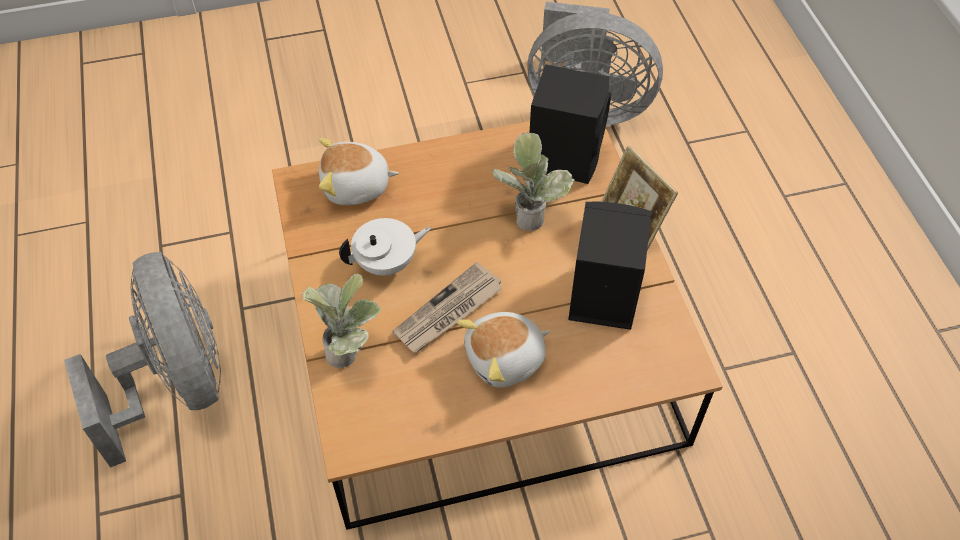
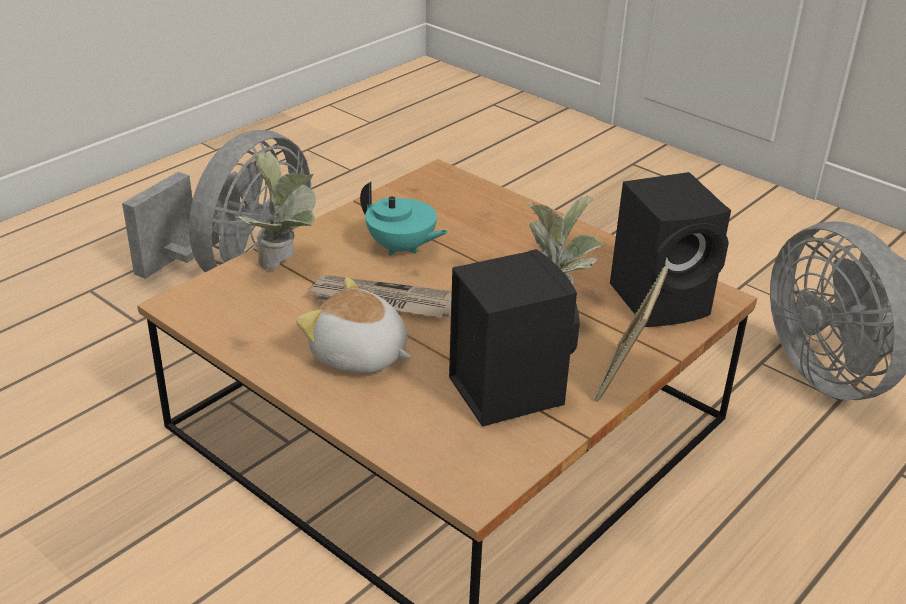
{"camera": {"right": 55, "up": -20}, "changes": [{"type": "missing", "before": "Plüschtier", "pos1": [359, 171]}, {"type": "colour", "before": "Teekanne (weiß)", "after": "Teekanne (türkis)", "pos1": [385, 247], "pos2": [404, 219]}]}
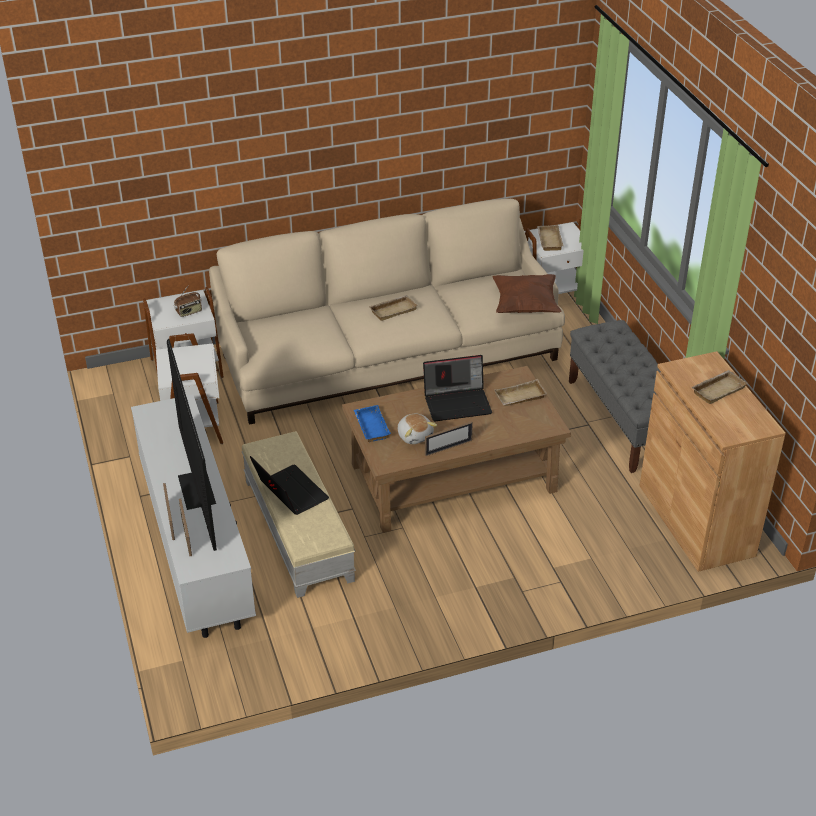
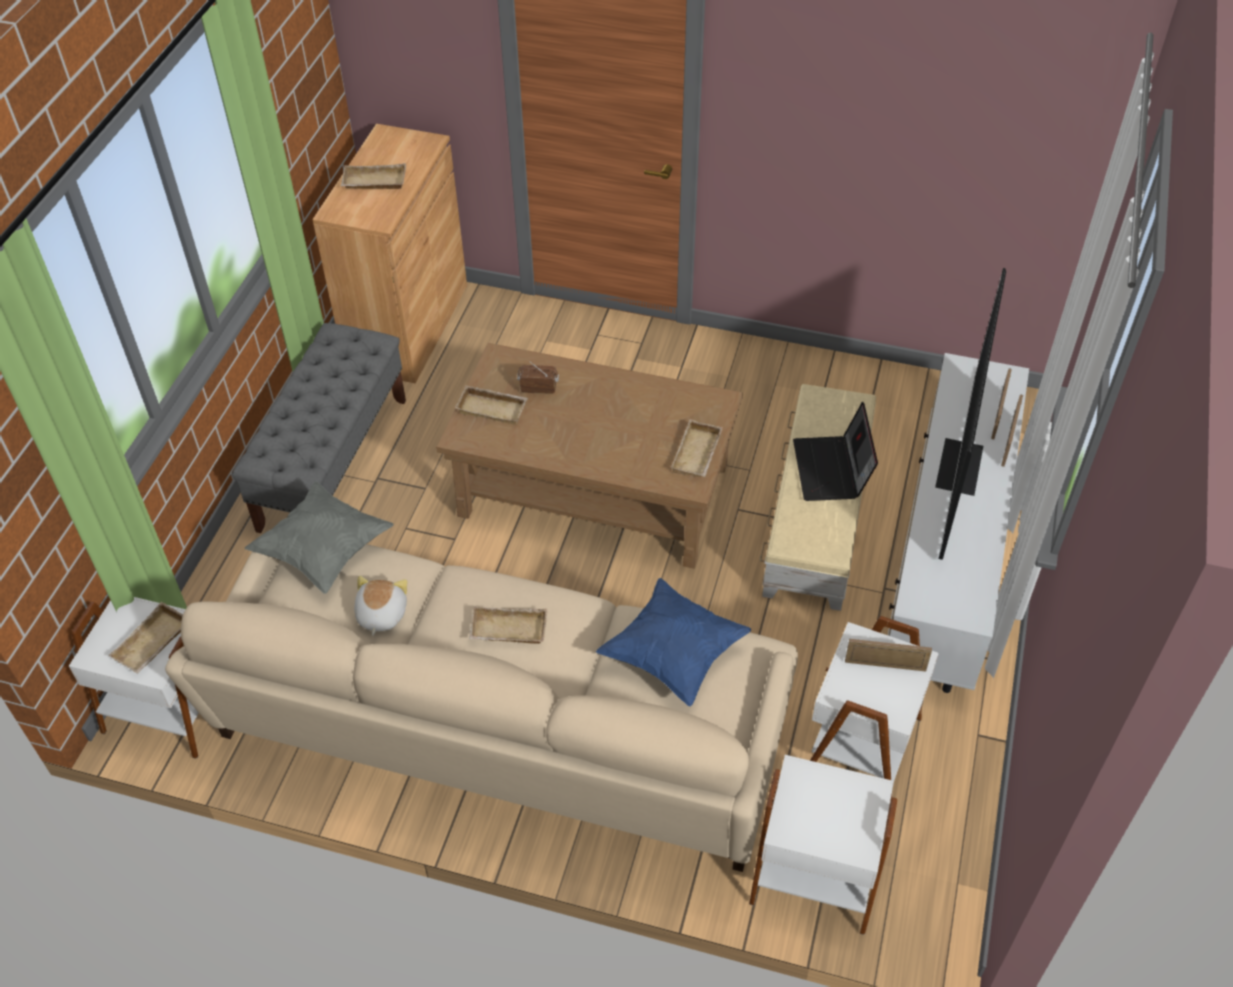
{"camera": {"right": -145, "up": 10}, "changes": [{"type": "missing", "before": "Laptop", "pos1": [457, 388]}, {"type": "appeared", "after": "Kissen (blau)", "pos2": [673, 642]}, {"type": "relocated", "before": "Radio", "pos1": [188, 301], "pos2": [538, 377]}, {"type": "relocated", "before": "Plüschtier", "pos1": [417, 429], "pos2": [380, 606]}, {"type": "relocated", "before": "Bilderrahmen", "pos1": [449, 438], "pos2": [888, 655]}, {"type": "colour", "before": "Tablett (blau)", "after": "Tablett (beige)", "pos1": [372, 423], "pos2": [697, 448]}, {"type": "colour", "before": "Kissen (braun)", "after": "Kissen (grau)", "pos1": [527, 293], "pos2": [319, 537]}]}
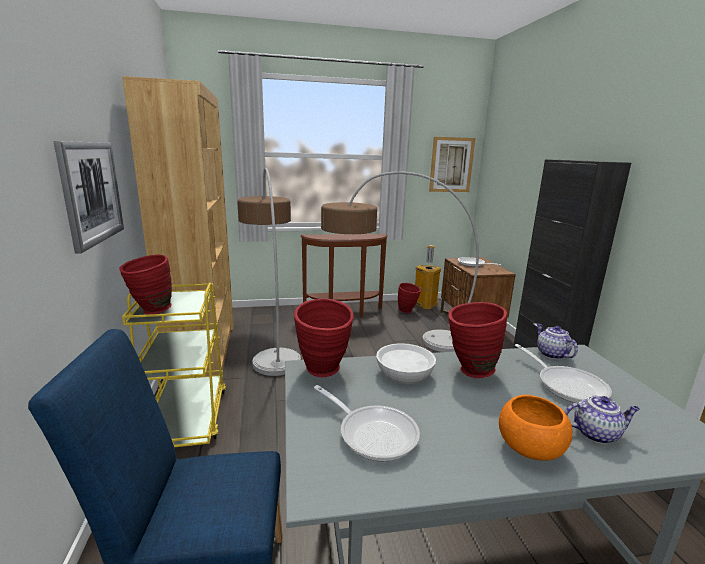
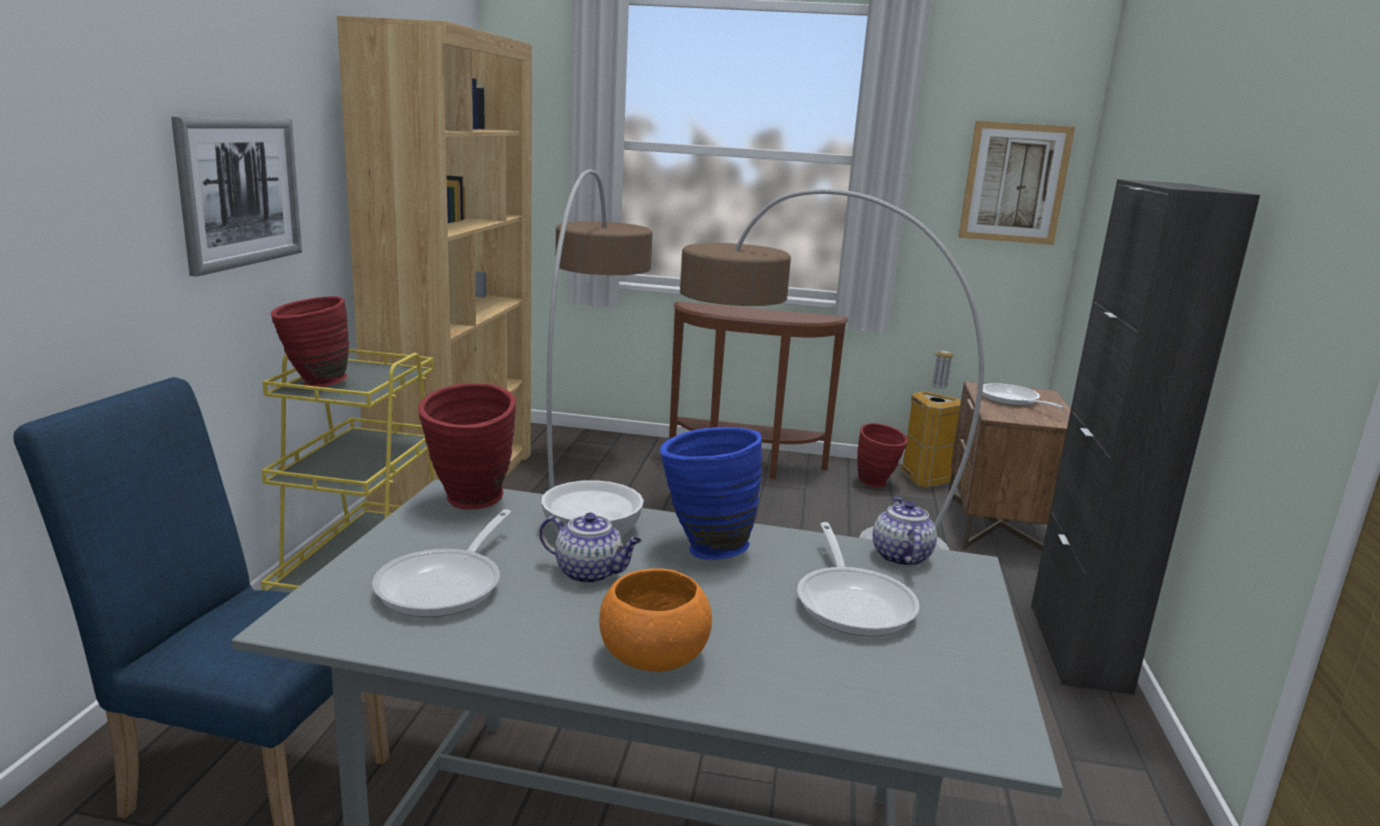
{"camera": {"right": 20, "up": 0}, "changes": [{"type": "relocated", "before": "Teekanne", "pos1": [602, 420], "pos2": [590, 548]}, {"type": "colour", "before": "Vase (rot)", "after": "Vase (blau)", "pos1": [477, 340], "pos2": [711, 493]}, {"type": "spun", "before": "Pfanne", "pos1": [367, 423], "pos2": [441, 563], "turn": 45}]}
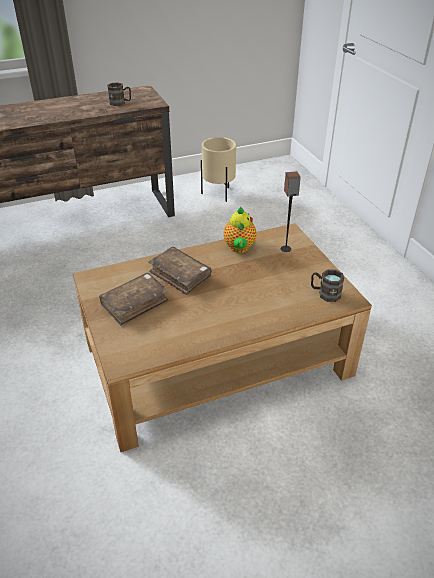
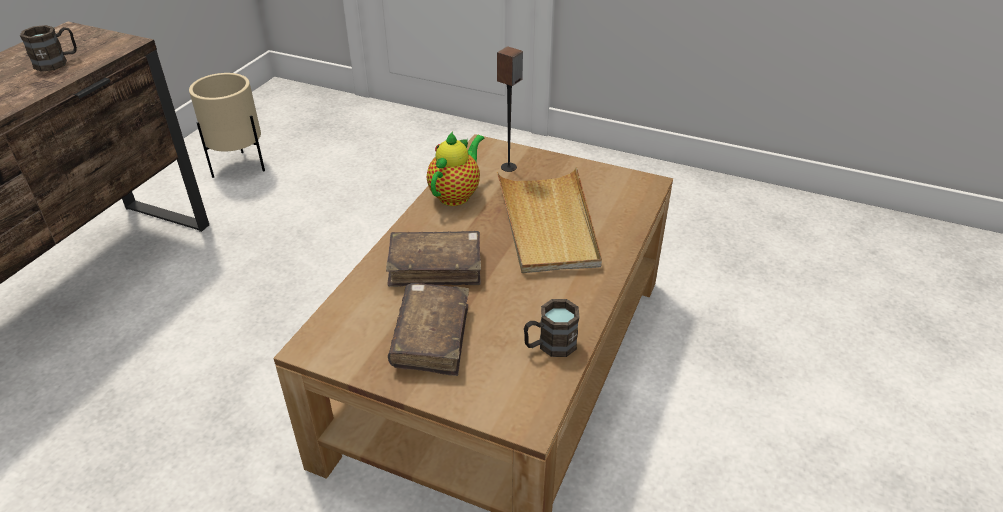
{"camera": {"right": -45, "up": 0}, "changes": [{"type": "appeared", "after": "Tablett (beige)", "pos2": [549, 220]}, {"type": "relocated", "before": "Henkelbecher (braun)", "pos1": [327, 286], "pos2": [552, 328]}, {"type": "spun", "before": "Teekanne", "pos1": [240, 230], "pos2": [455, 168], "turn": -105}]}
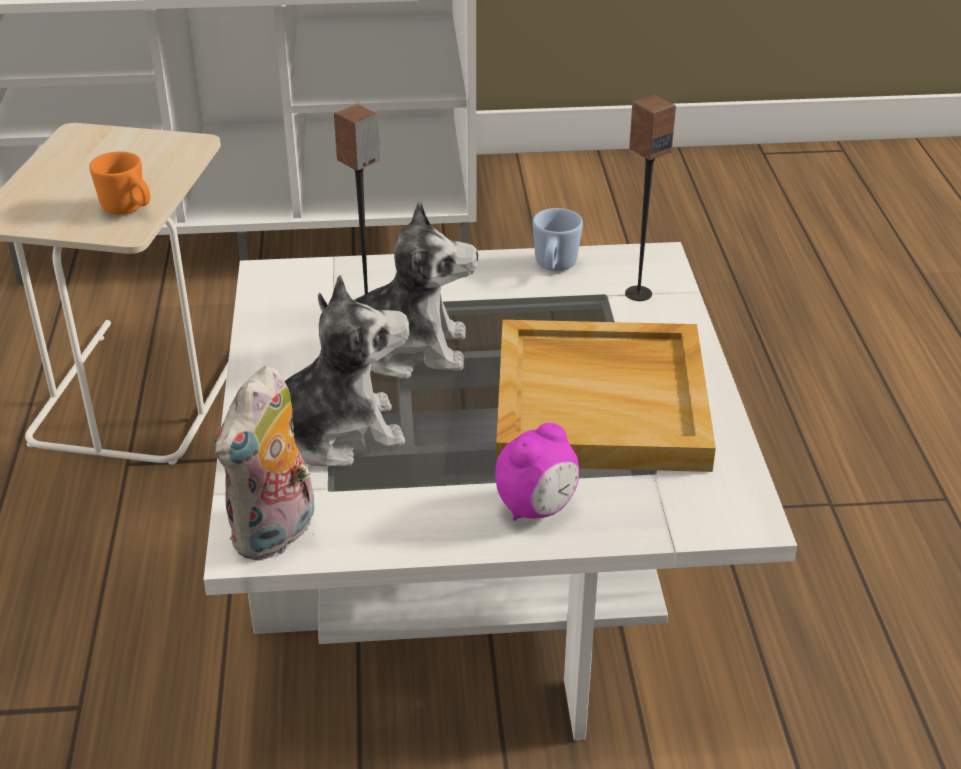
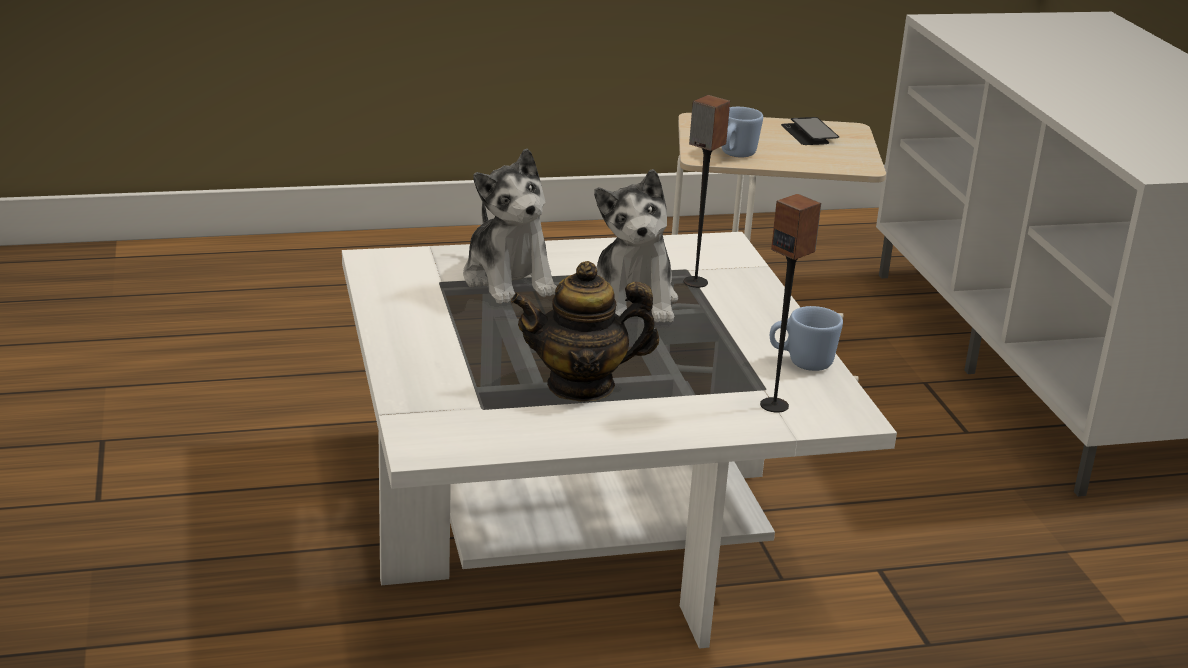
{"camera": {"right": 80, "up": -10}, "changes": [{"type": "missing", "before": "Plüschtier", "pos1": [264, 463]}, {"type": "missing", "before": "Wecker", "pos1": [537, 472]}, {"type": "appeared", "after": "Handy", "pos2": [810, 131]}, {"type": "exchanged", "before": "Tablett (beige)", "after": "Teekanne", "pos1": [606, 396], "pos2": [585, 331]}, {"type": "colour", "before": "Henkelbecher (orange)", "after": "Henkelbecher (blau)", "pos1": [119, 183], "pos2": [742, 132]}]}
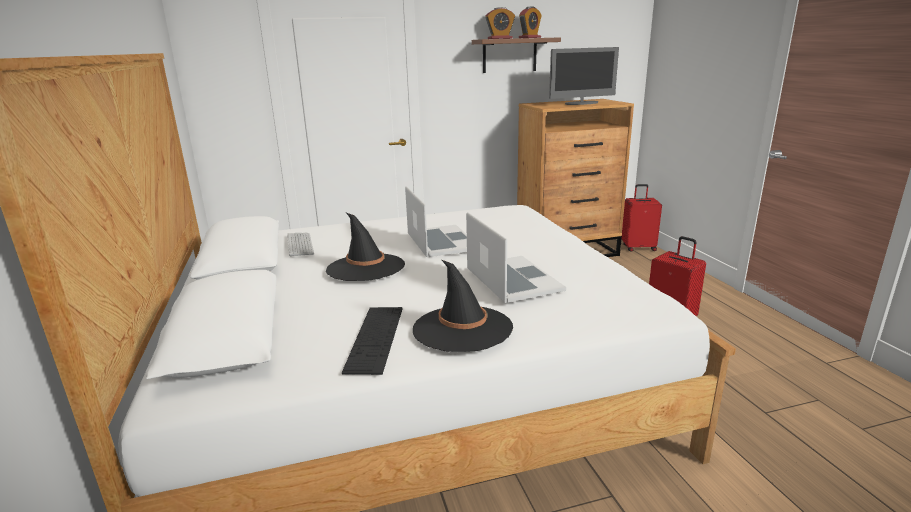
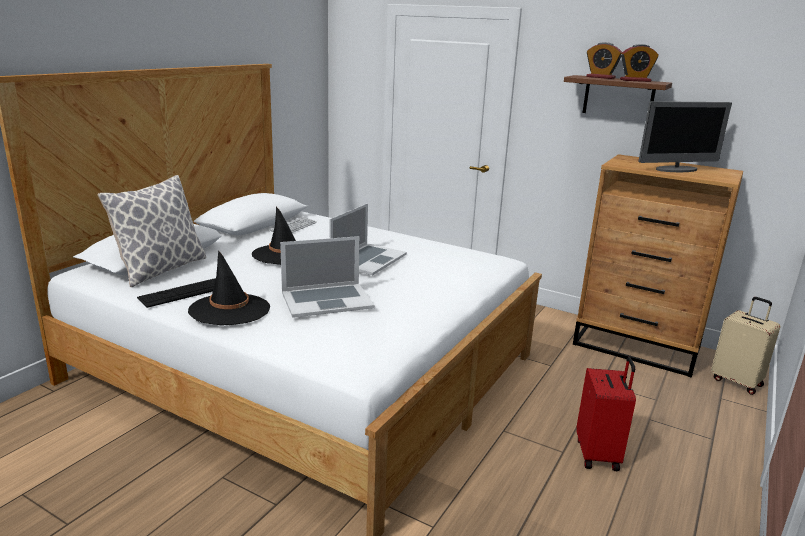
{"camera": {"right": 45, "up": 0}, "changes": [{"type": "appeared", "after": "Kissen", "pos2": [152, 231]}, {"type": "colour", "before": "Koffer (rot)", "after": "Koffer (beige)", "pos1": [642, 218], "pos2": [745, 346]}, {"type": "spun", "before": "Laptop", "pos1": [516, 257], "pos2": [327, 277], "turn": 45}, {"type": "spun", "before": "Monitor", "pos1": [584, 76], "pos2": [685, 136], "turn": -45}]}
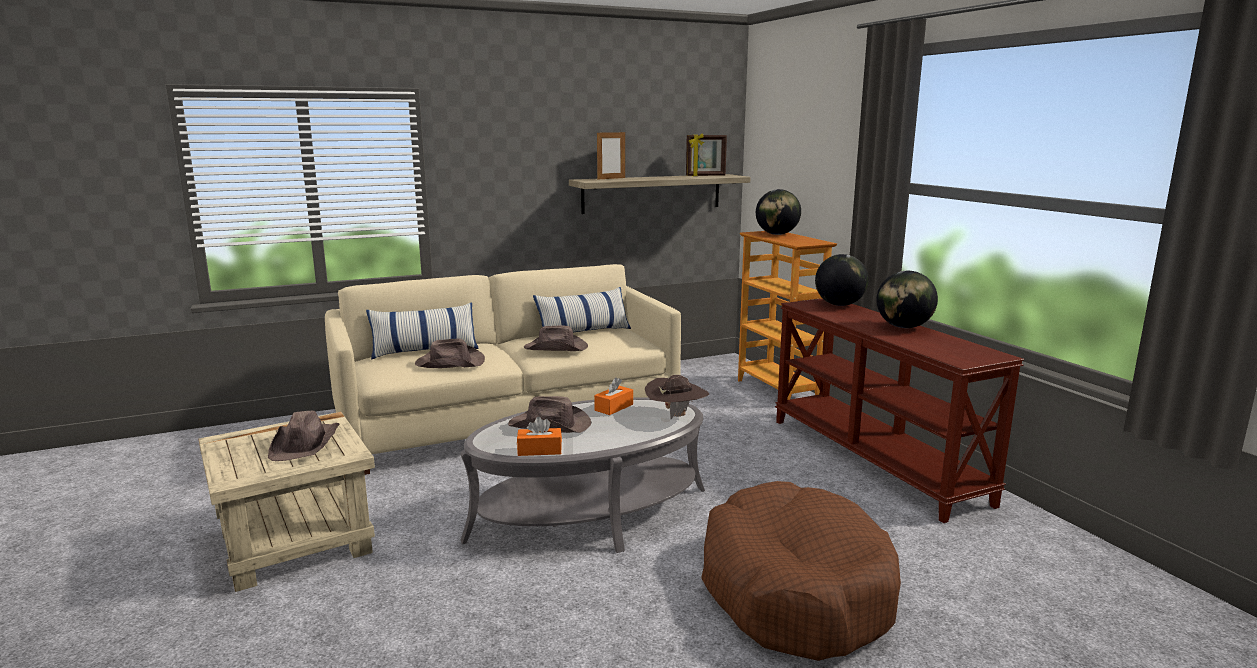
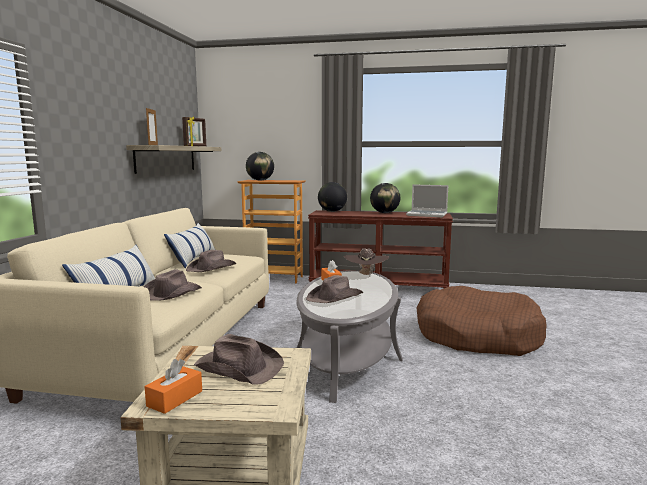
{"camera": {"right": -55, "up": -5}, "changes": [{"type": "appeared", "after": "Laptop", "pos2": [427, 200]}, {"type": "relocated", "before": "Taschentuchbox (orange)", "pos1": [539, 436], "pos2": [173, 386]}]}
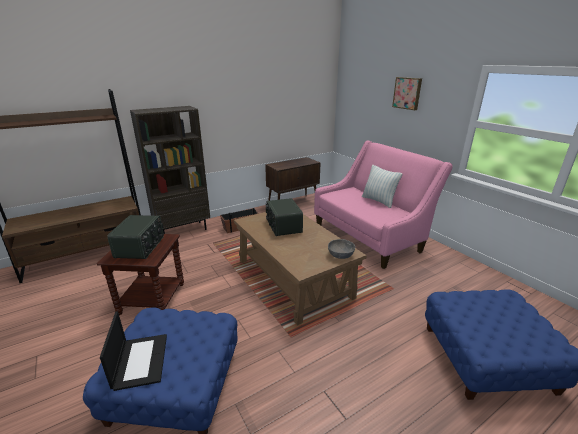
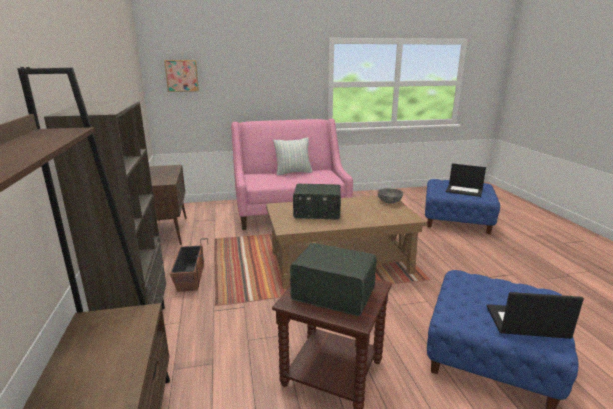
{"camera": {"right": -70, "up": -5}, "changes": [{"type": "appeared", "after": "Laptop", "pos2": [466, 180]}, {"type": "relocated", "before": "Bild", "pos1": [407, 93], "pos2": [181, 76]}]}
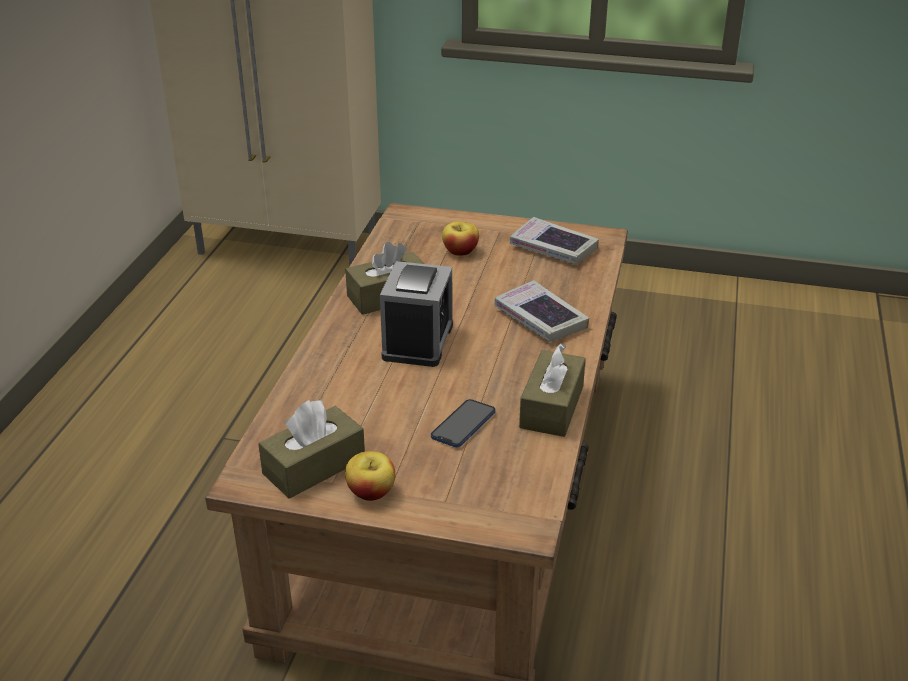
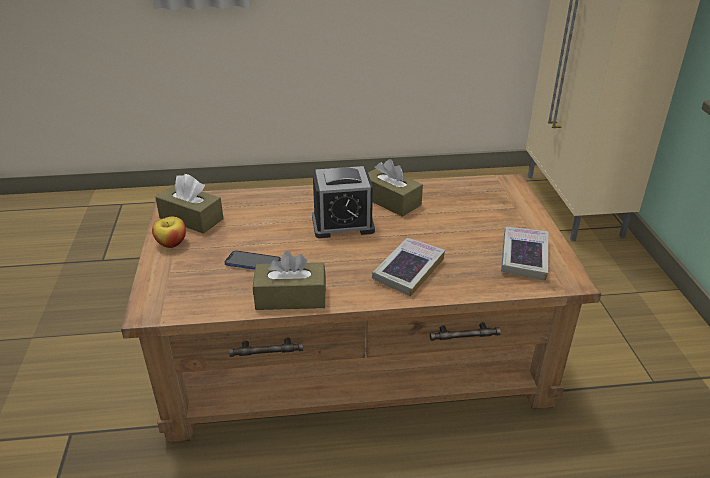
{"camera": {"right": 70, "up": 0}, "changes": [{"type": "missing", "before": "Apfel", "pos1": [460, 238]}]}
